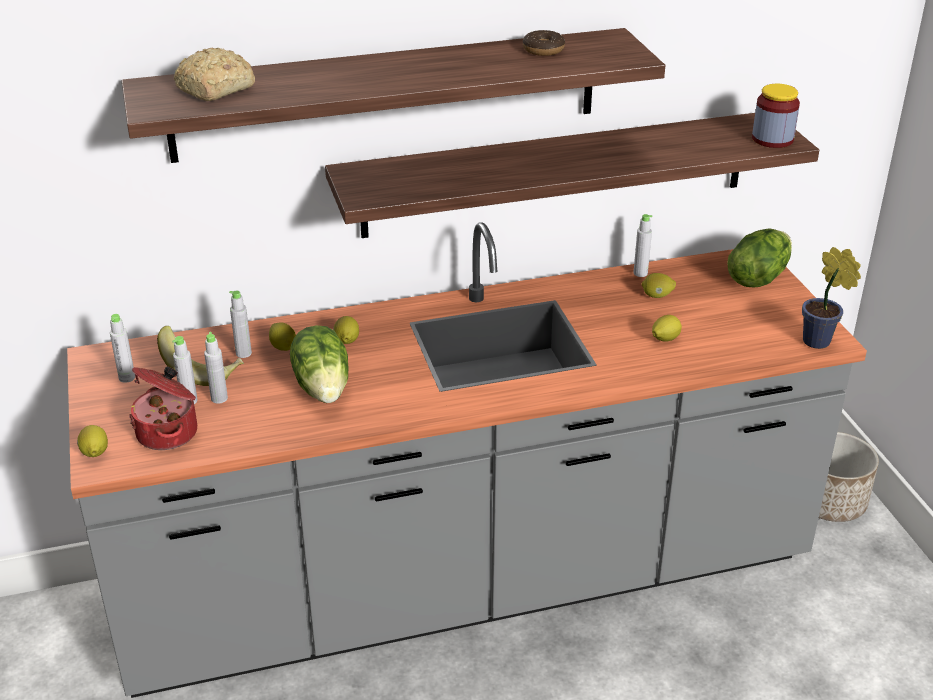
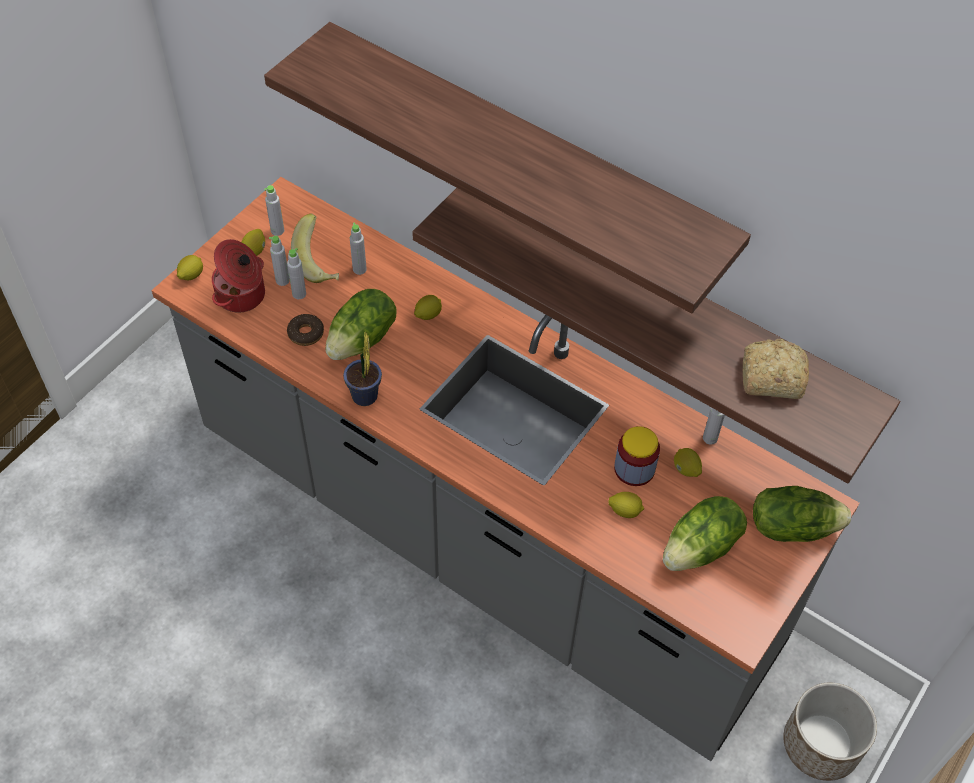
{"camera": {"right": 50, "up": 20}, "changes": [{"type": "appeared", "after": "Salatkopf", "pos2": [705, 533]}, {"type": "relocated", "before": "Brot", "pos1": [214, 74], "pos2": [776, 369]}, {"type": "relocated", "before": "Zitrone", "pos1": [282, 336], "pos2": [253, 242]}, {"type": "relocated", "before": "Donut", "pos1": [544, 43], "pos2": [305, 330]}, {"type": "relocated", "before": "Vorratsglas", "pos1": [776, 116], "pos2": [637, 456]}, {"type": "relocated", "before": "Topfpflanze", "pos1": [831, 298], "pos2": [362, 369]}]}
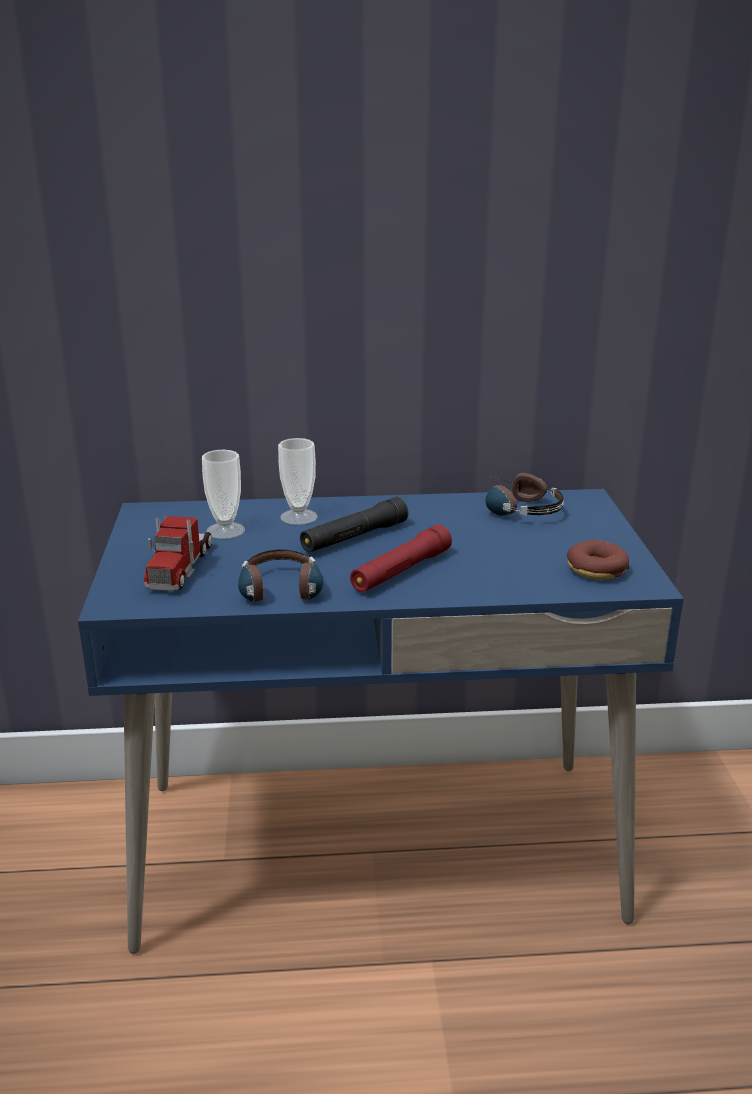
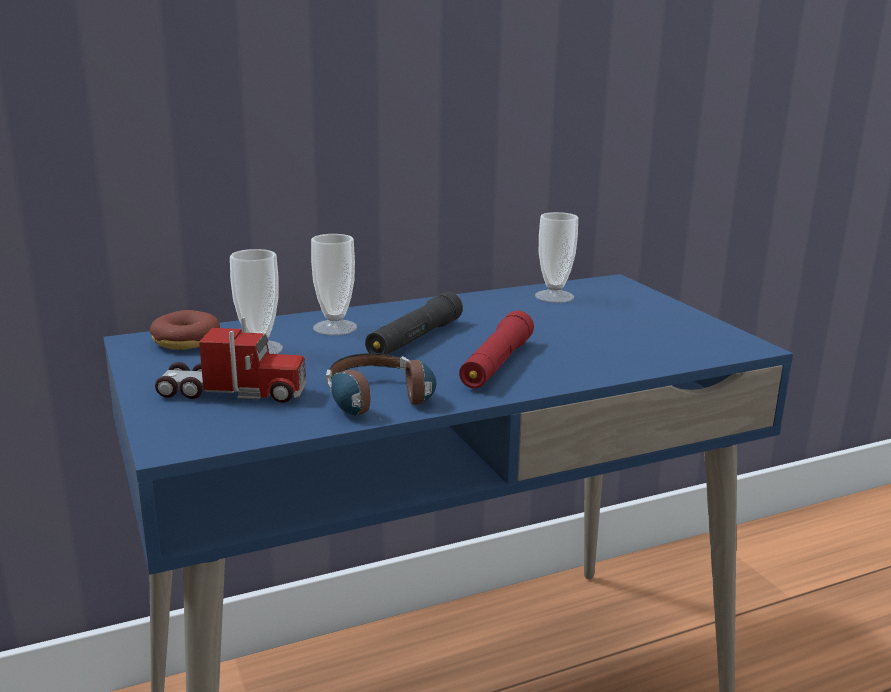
{"camera": {"right": -20, "up": -5}, "changes": [{"type": "relocated", "before": "Donut", "pos1": [598, 560], "pos2": [185, 330]}, {"type": "exchanged", "before": "Kopfhörer", "after": "Tasse", "pos1": [525, 494], "pos2": [556, 257]}, {"type": "spun", "before": "Spielzeuglaster", "pos1": [178, 553], "pos2": [230, 360], "turn": -75}]}
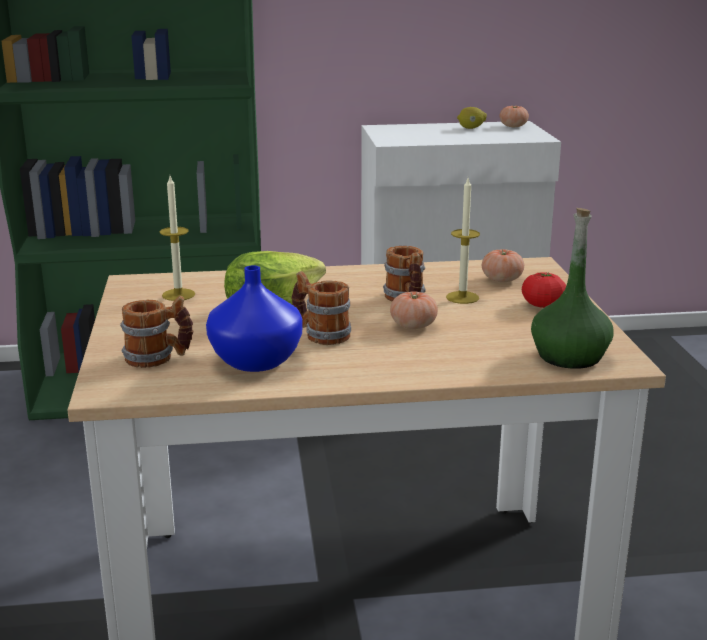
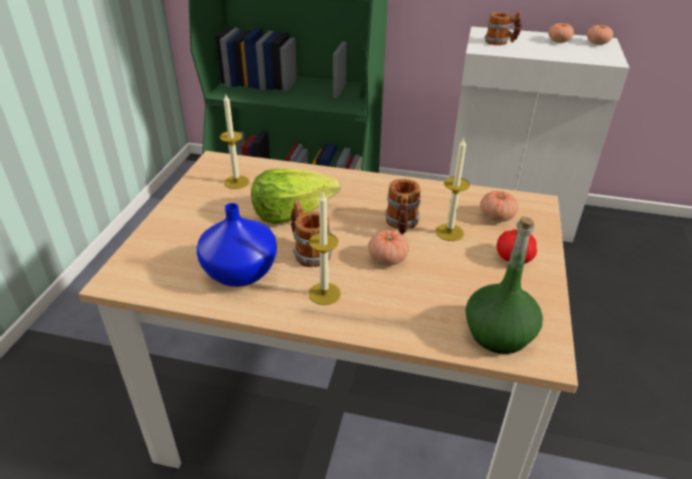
{"camera": {"right": 20, "up": 15}, "changes": [{"type": "appeared", "after": "Kerze", "pos2": [324, 249]}, {"type": "relocated", "before": "Henkelbecher", "pos1": [156, 332], "pos2": [503, 28]}, {"type": "exchanged", "before": "Zitrone", "after": "Tomate", "pos1": [472, 118], "pos2": [561, 33]}]}
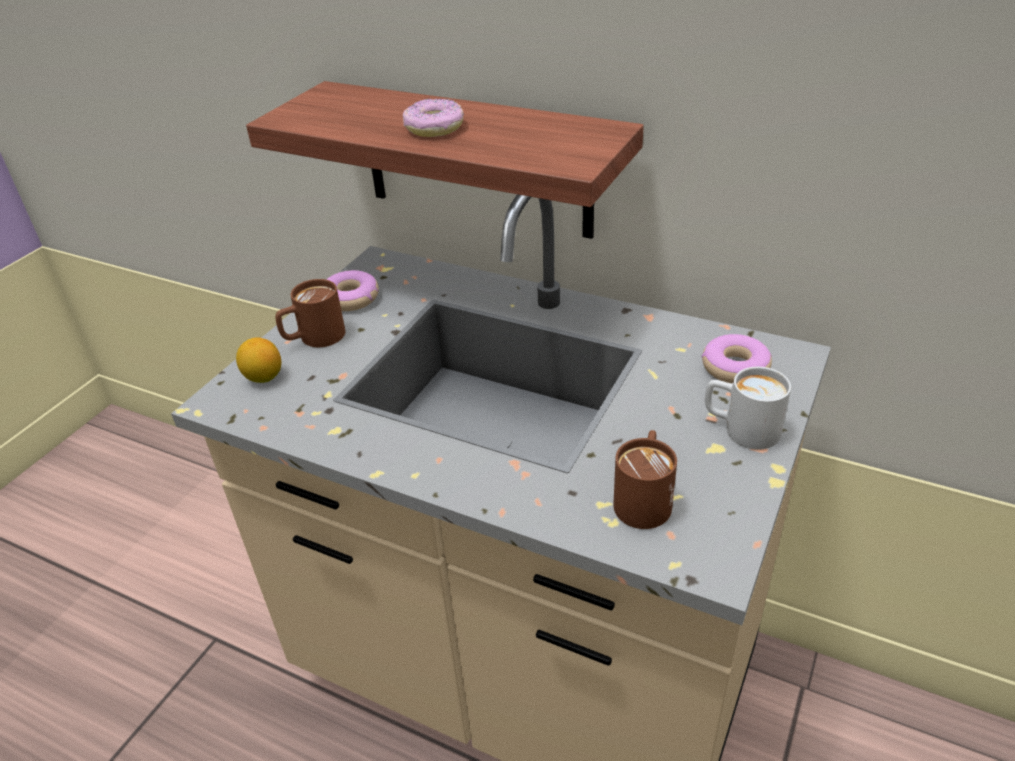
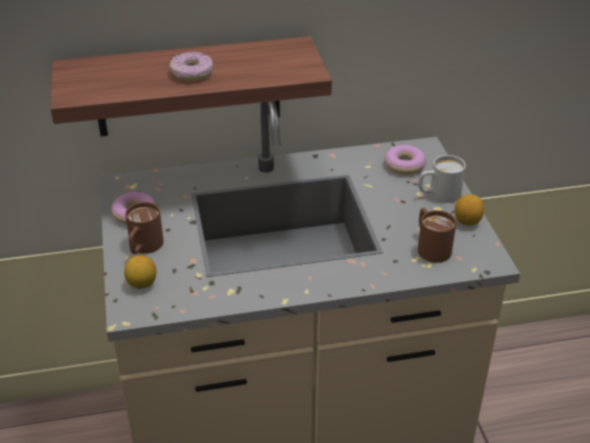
{"camera": {"right": -40, "up": 0}, "changes": [{"type": "appeared", "after": "Zitrone", "pos2": [469, 210]}]}
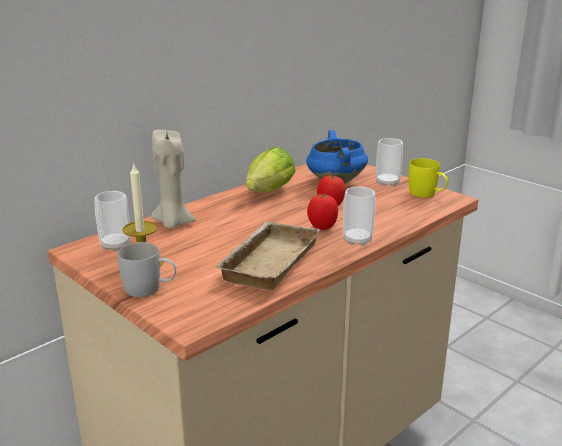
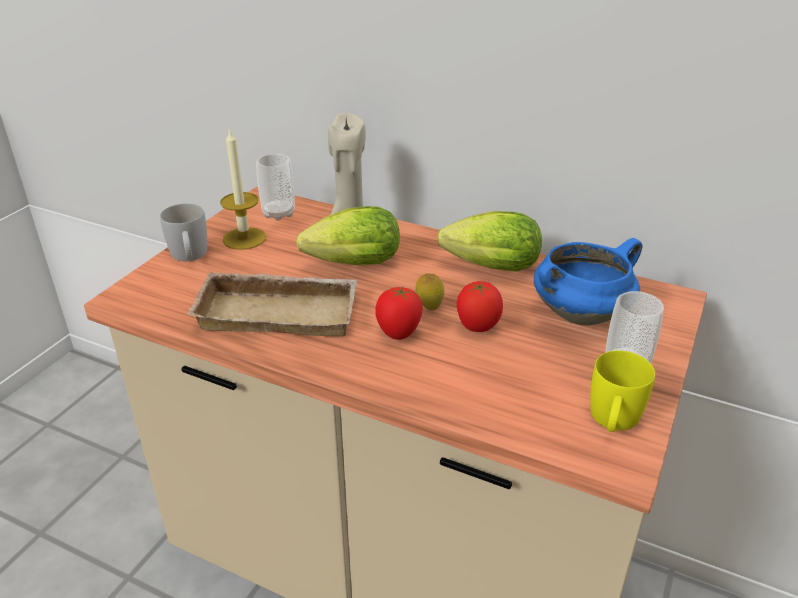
{"camera": {"right": 70, "up": 10}, "changes": [{"type": "missing", "before": "Tasse", "pos1": [359, 216]}, {"type": "appeared", "after": "Salatkopf", "pos2": [348, 235]}, {"type": "appeared", "after": "Zitrone", "pos2": [430, 292]}]}
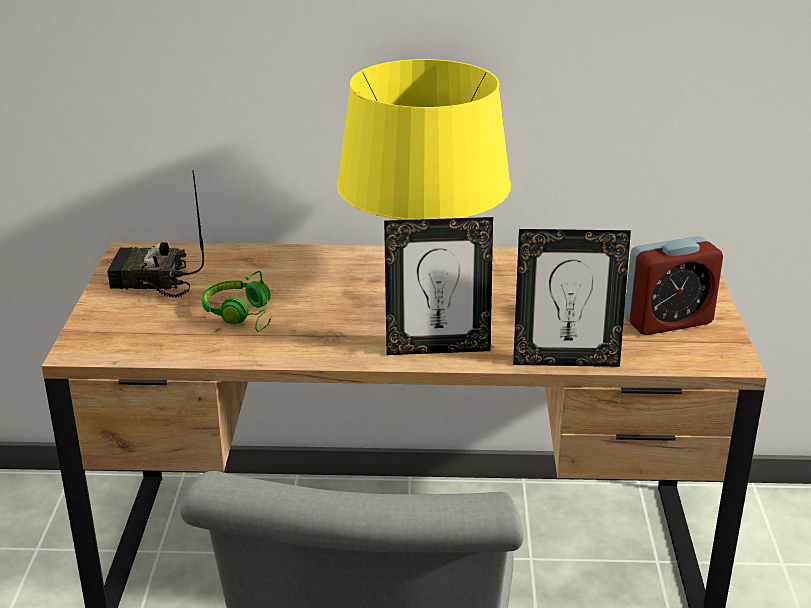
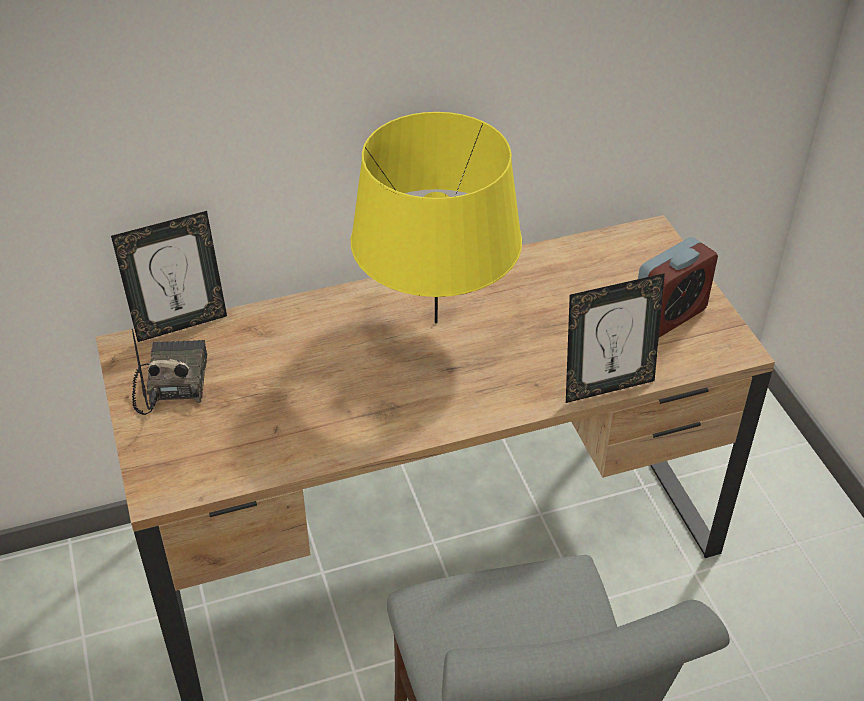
{"camera": {"right": -20, "up": 15}, "changes": [{"type": "missing", "before": "Kopfhörer (grün)", "pos1": [237, 301]}, {"type": "relocated", "before": "Bilderrahmen", "pos1": [438, 286], "pos2": [169, 276]}, {"type": "spun", "before": "Radio", "pos1": [155, 234], "pos2": [169, 372], "turn": 105}]}
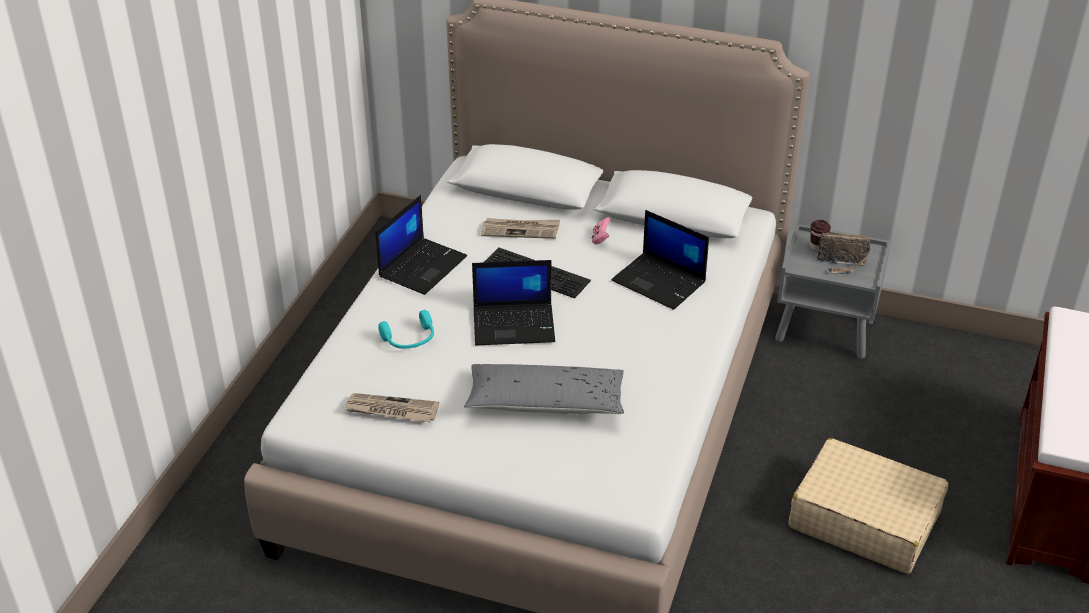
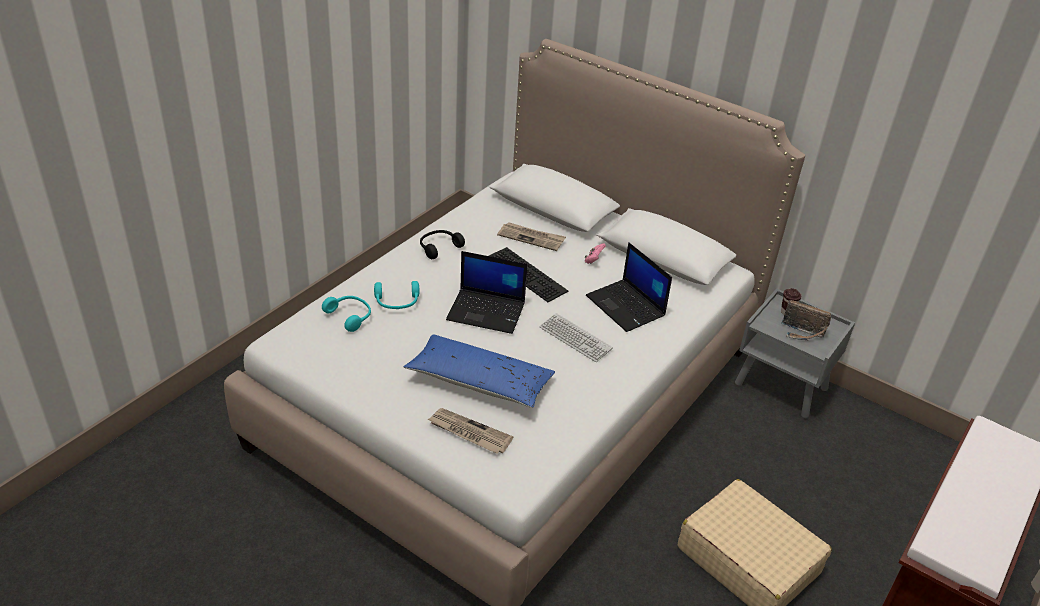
{"camera": {"right": 15, "up": 0}, "changes": [{"type": "appeared", "after": "Kopfhörer (türkis)", "pos2": [346, 314]}, {"type": "appeared", "after": "Tastatur", "pos2": [576, 337]}, {"type": "relocated", "before": "Zeitung", "pos1": [391, 407], "pos2": [470, 431]}, {"type": "exchanged", "before": "Laptop", "after": "Kopfhörer (schwarz)", "pos1": [421, 245], "pos2": [442, 244]}, {"type": "colour", "before": "Kissen (grau)", "after": "Kissen (blau)", "pos1": [544, 389], "pos2": [479, 371]}]}
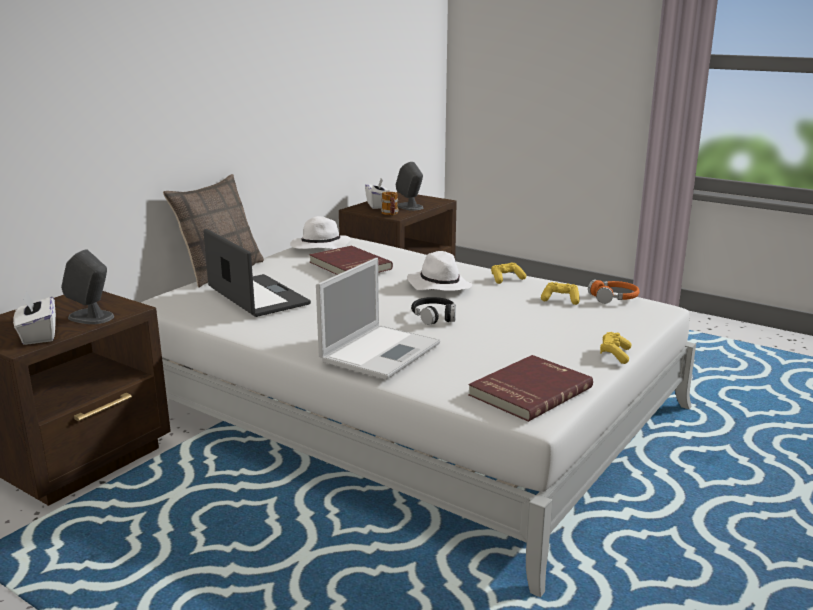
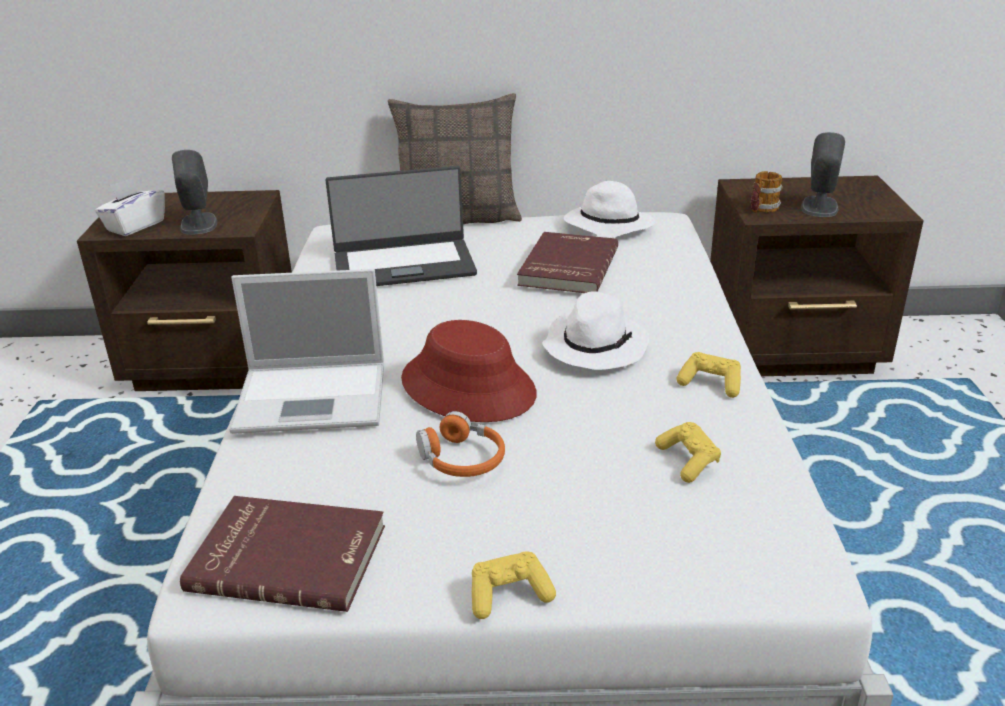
{"camera": {"right": 55, "up": 10}, "changes": [{"type": "missing", "before": "Taschentuchbox (weiß)", "pos1": [377, 194]}, {"type": "relocated", "before": "Kopfhörer (orange)", "pos1": [614, 291], "pos2": [460, 444]}, {"type": "exchanged", "before": "Kopfhörer (schwarz)", "after": "Hut (rot)", "pos1": [433, 311], "pos2": [469, 371]}, {"type": "spun", "before": "Laptop", "pos1": [257, 273], "pos2": [401, 226], "turn": 60}]}
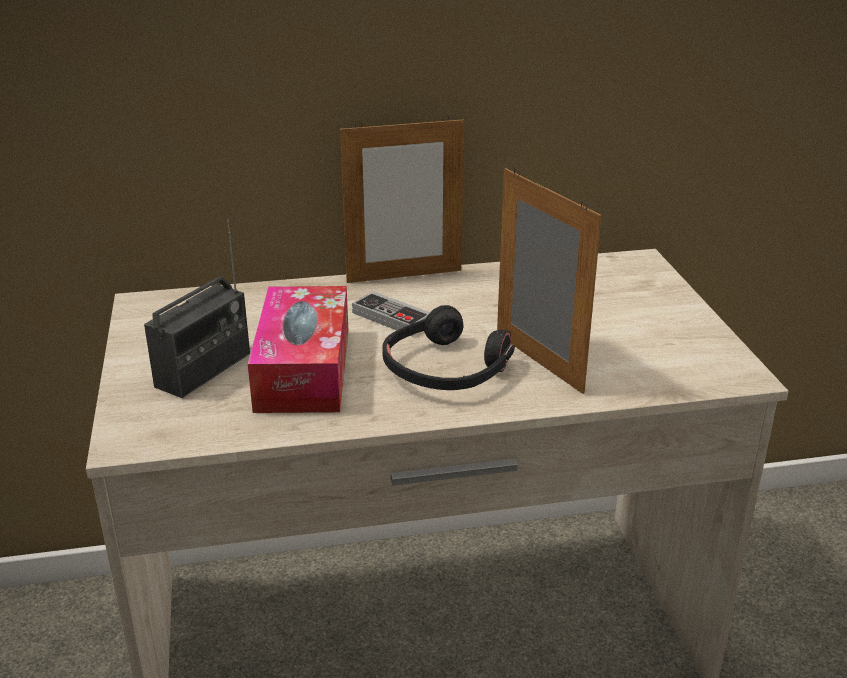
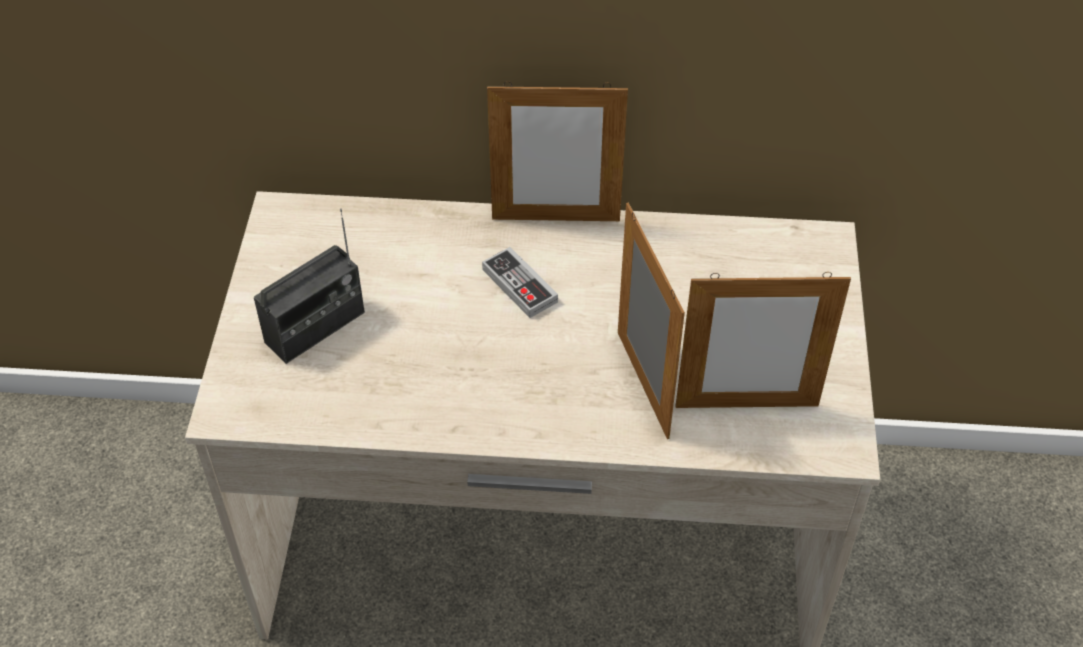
{"camera": {"right": 15, "up": 20}, "changes": [{"type": "missing", "before": "Taschentuchbox", "pos1": [298, 349]}, {"type": "missing", "before": "Kopfhörer (schwarz)", "pos1": [448, 347]}, {"type": "appeared", "after": "Bilderrahmen", "pos2": [763, 340]}]}
